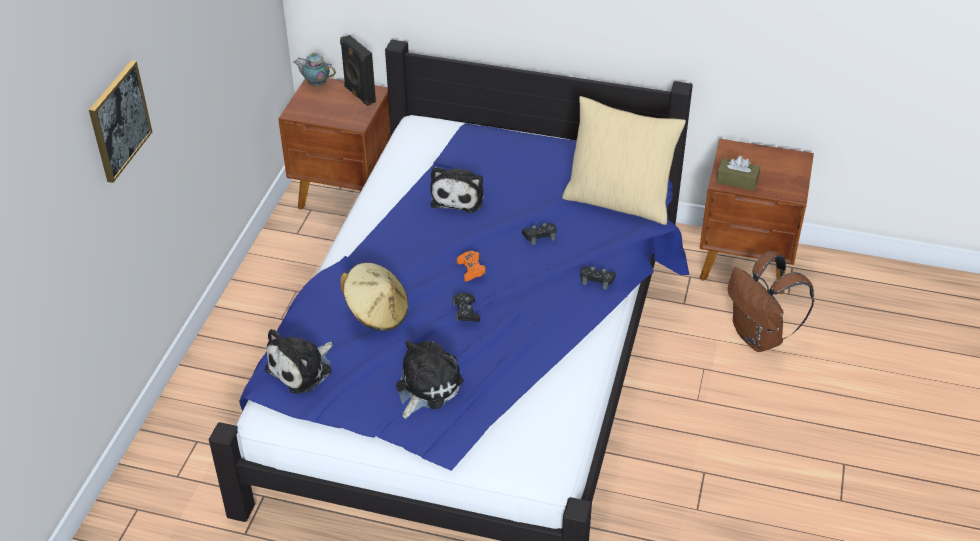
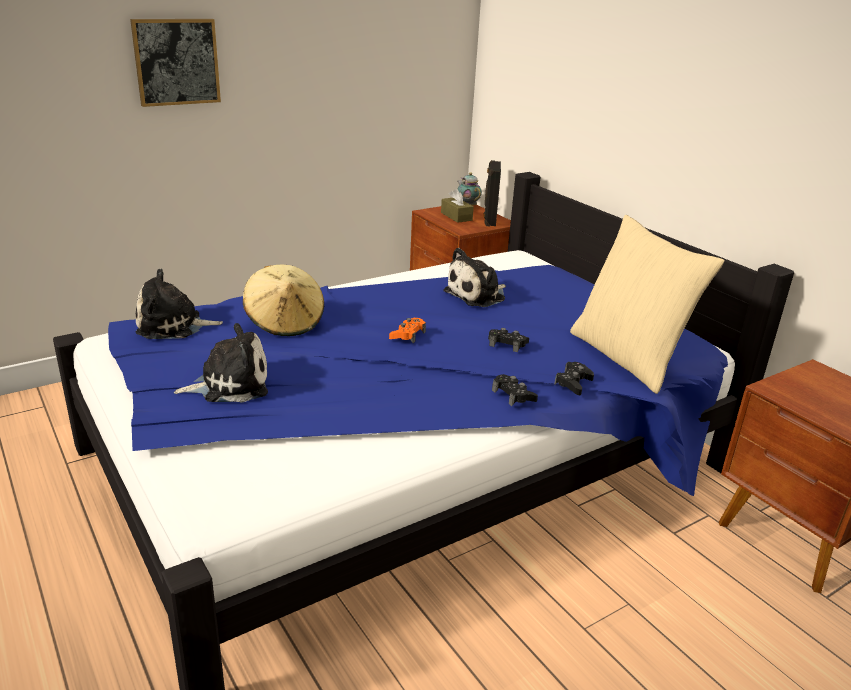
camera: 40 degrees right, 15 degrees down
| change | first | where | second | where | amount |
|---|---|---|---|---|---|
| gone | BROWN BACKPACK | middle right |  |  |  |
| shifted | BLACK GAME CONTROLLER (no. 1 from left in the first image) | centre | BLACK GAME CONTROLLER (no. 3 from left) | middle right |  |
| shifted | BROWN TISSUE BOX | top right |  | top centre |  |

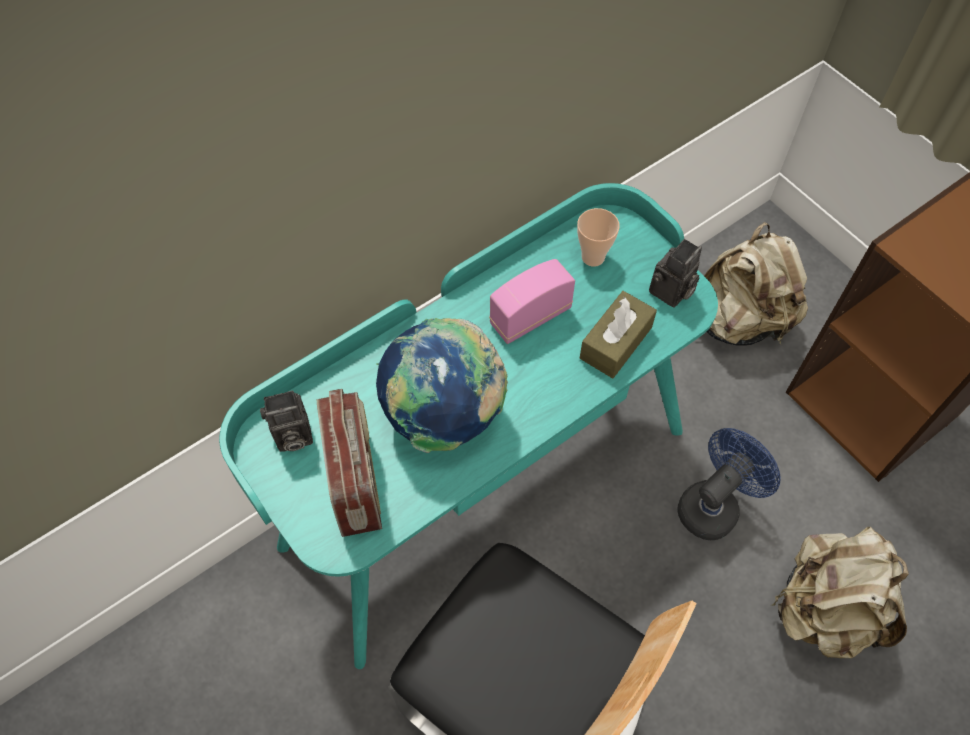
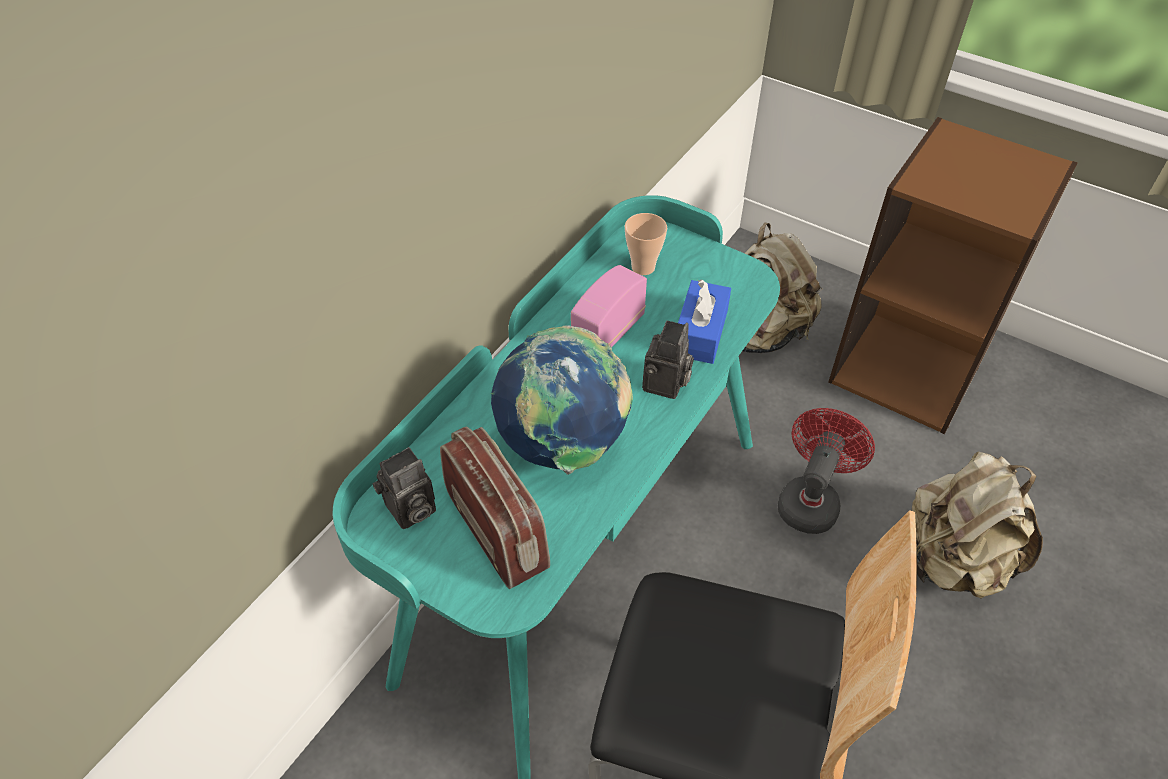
camera: 20 degrees left, 10 degrees down
| change | first | where | second | where | amount |
|---|---|---|---|---|---|
| shifted | PHOTO CAMERA (no. 2 from left) | middle right |  | centre |  |
| repainted | BROWN TISSUE BOX | centre | BLUE TISSUE BOX | centre |  |
| repainted | BLUE FAN | middle right | RED FAN | middle right |  |

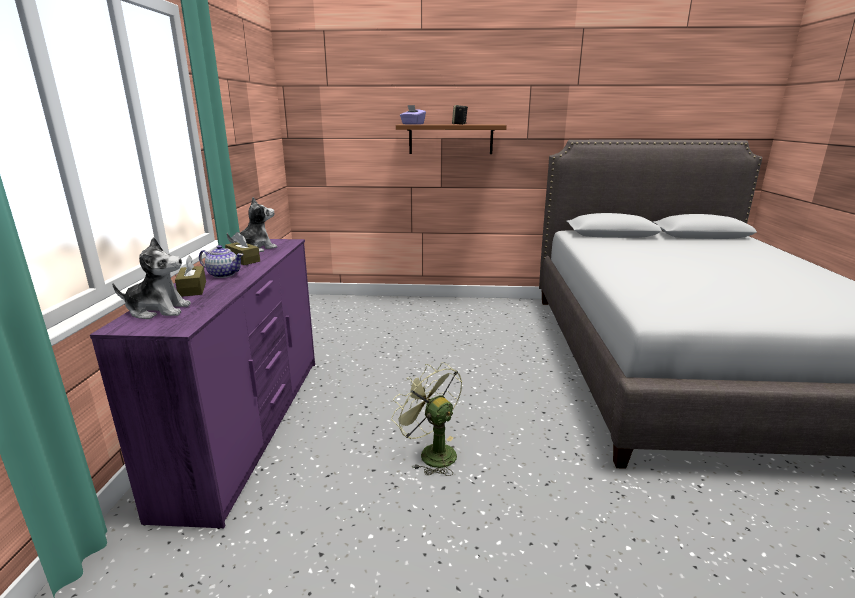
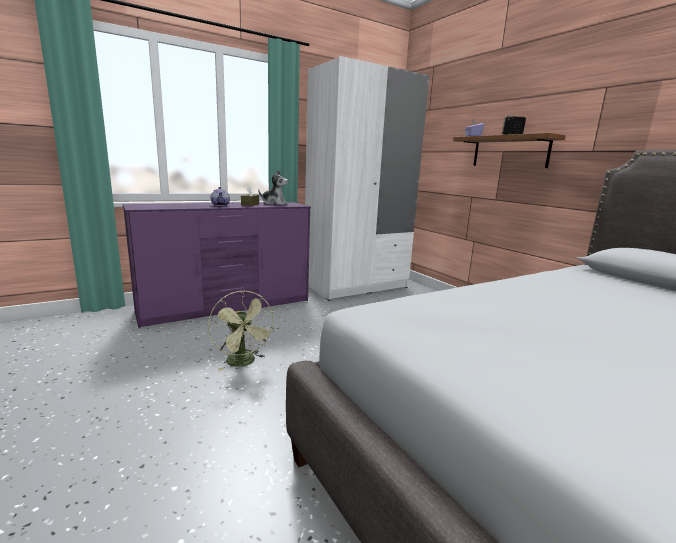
camera: 55 degrees right, 5 degrees down
| change | first | where | second | where | amount |
|---|---|---|---|---|---|
| gone | PLUSH TOY (no. 1 from left) | middle left |  |  |  |
| gone | BROWN TISSUE BOX (no. 1 from left) | middle left |  |  |  |
| new |  |  | WHITE WARDROBE | top centre |  |
| rotated | GREEN FAN | bottom centre |  | centre | 135 degrees clockwise |

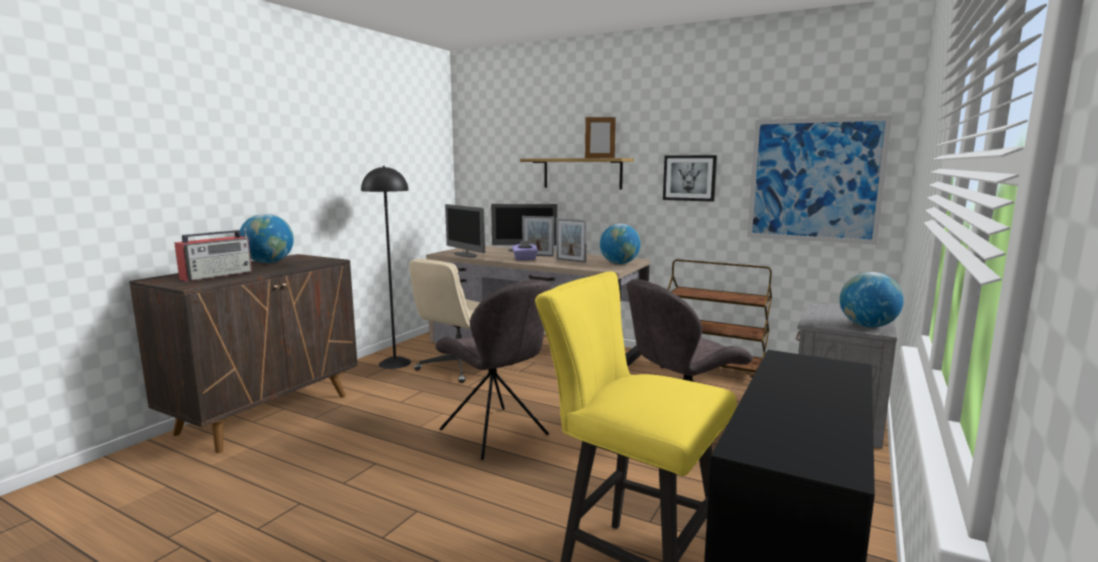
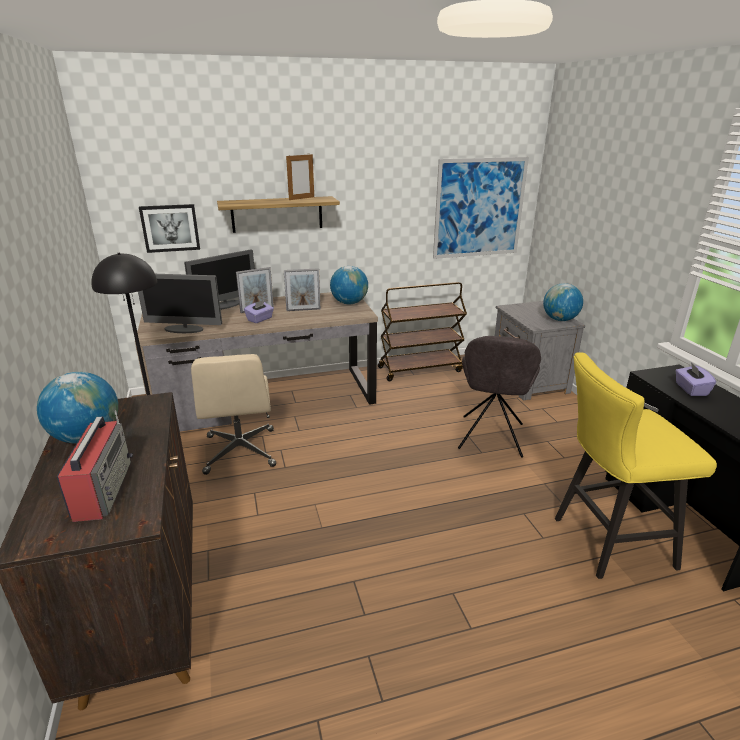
camera: 45 degrees left, 15 degrees up
| change | first | where | second | where | amount |
|---|---|---|---|---|---|
| gone | GREY CHAIR (no. 1 from left) | centre |  |  |  |
| new |  |  | PURPLE TISSUE BOX (no. 2 from left) | middle right |  |
| shifted | PICTURE (no. 1 from left) | top centre |  | top left |  |

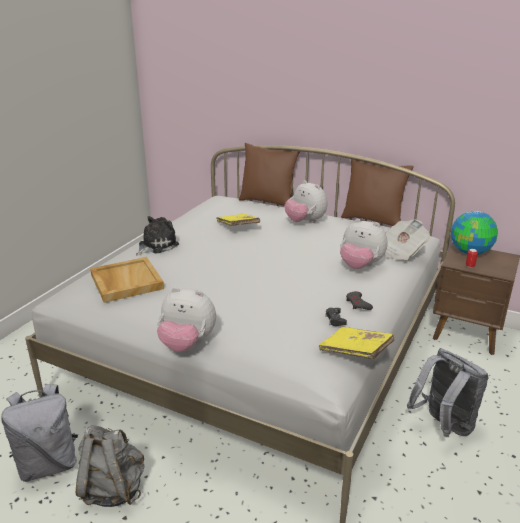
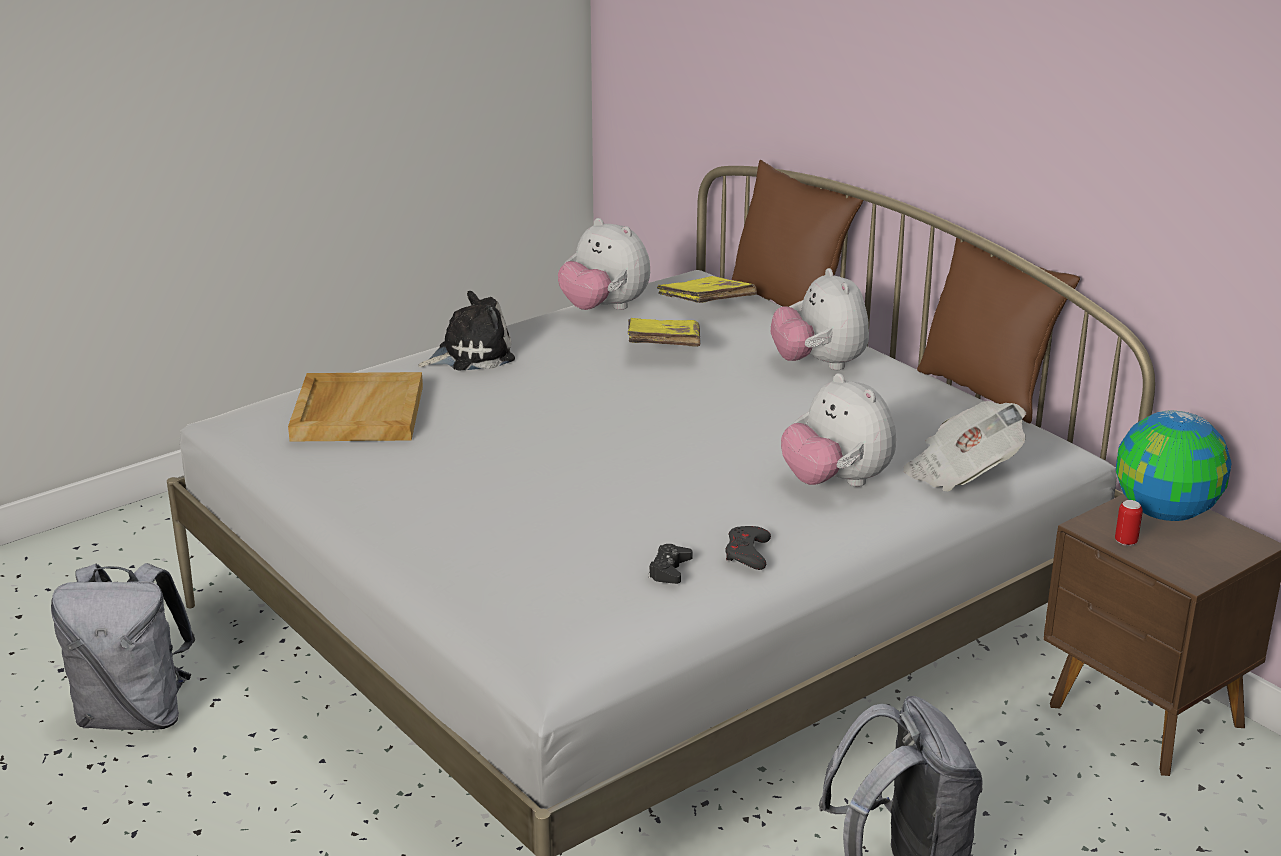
camera: 25 degrees right, 0 degrees up
| change | first | where | second | where | amount |
|---|---|---|---|---|---|
| gone | GREY BACKPACK (no. 2 from left) | bottom left |  |  |  |
| shifted | PLUSH TOY (no. 2 from left) | centre |  | top centre |  |
| shifted | YELLOW BOOK (no. 2 from left) | middle right |  | centre |  |

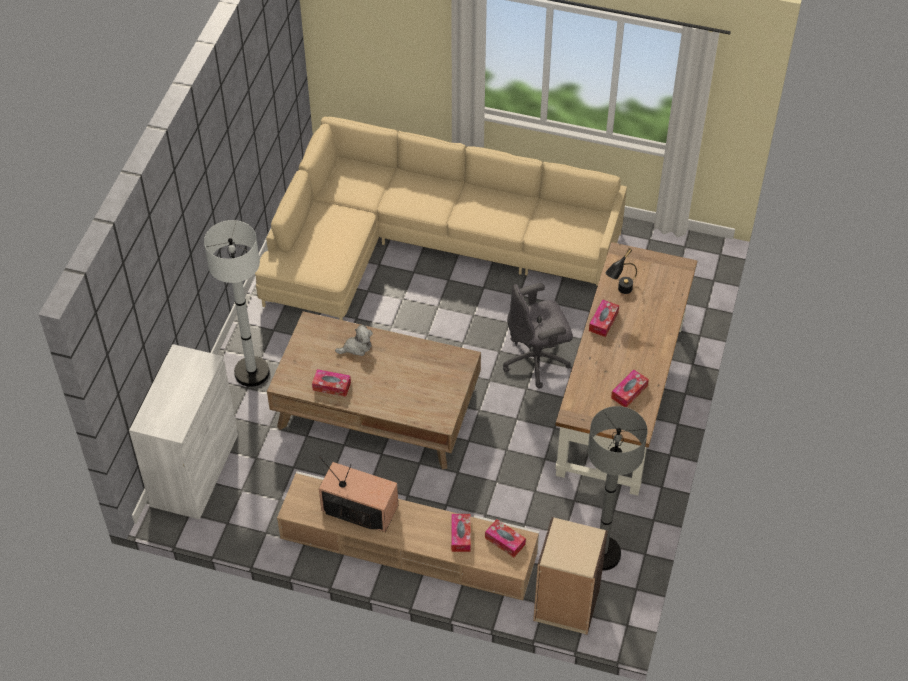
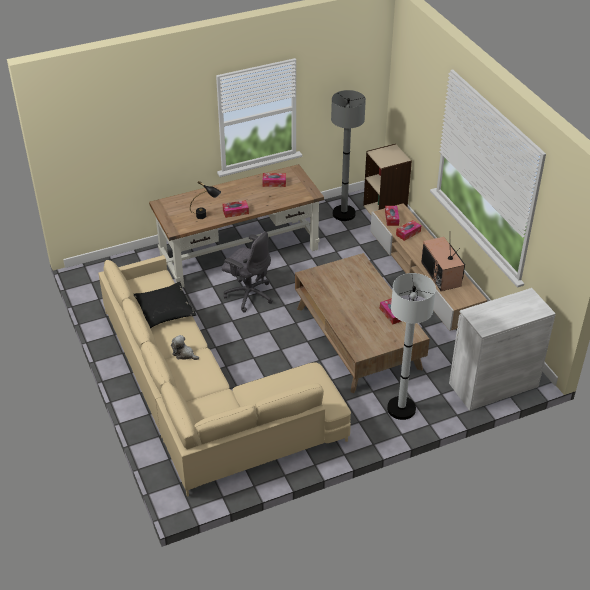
camera: 130 degrees left, 10 degrees down
| change | first | where | second | where | amount |
|---|---|---|---|---|---|
| new |  |  | BLACK PILLOW | middle left |  |
| shifted | PLUSH TOY | centre |  | middle left |  |

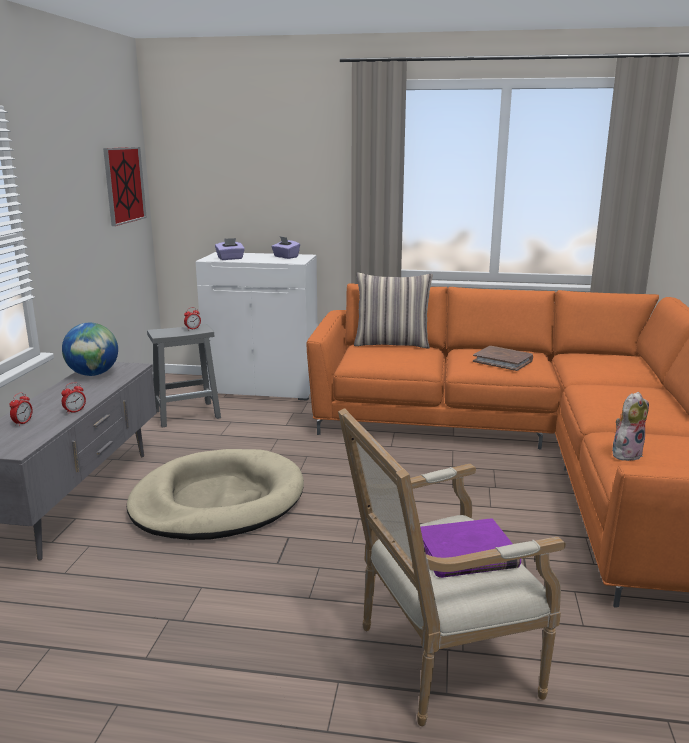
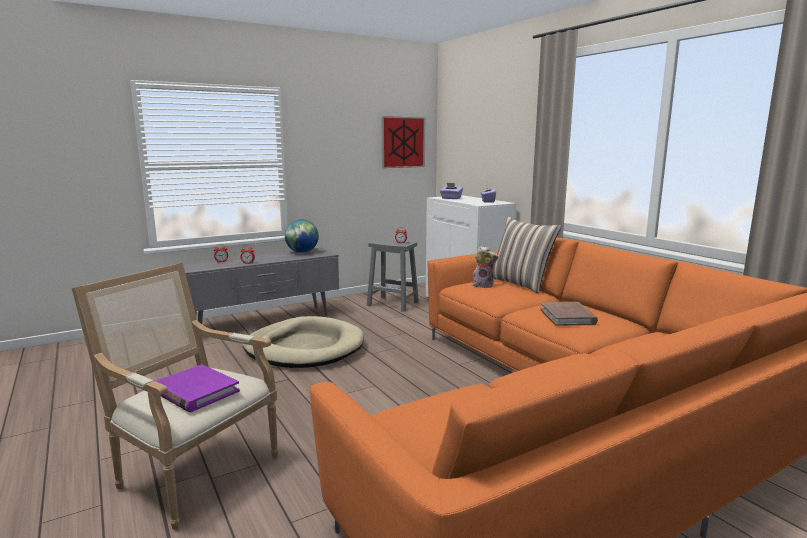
camera: 50 degrees right, 5 degrees down
| change | first | where | second | where | amount |
|---|---|---|---|---|---|
| shifted | PLUSH TOY | middle right |  | centre |  |

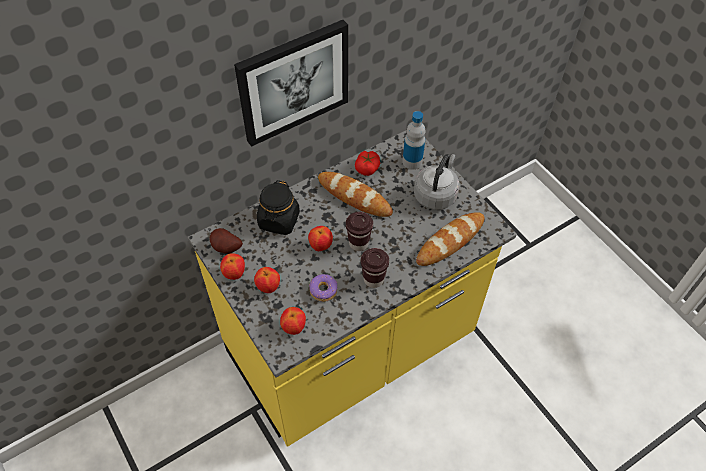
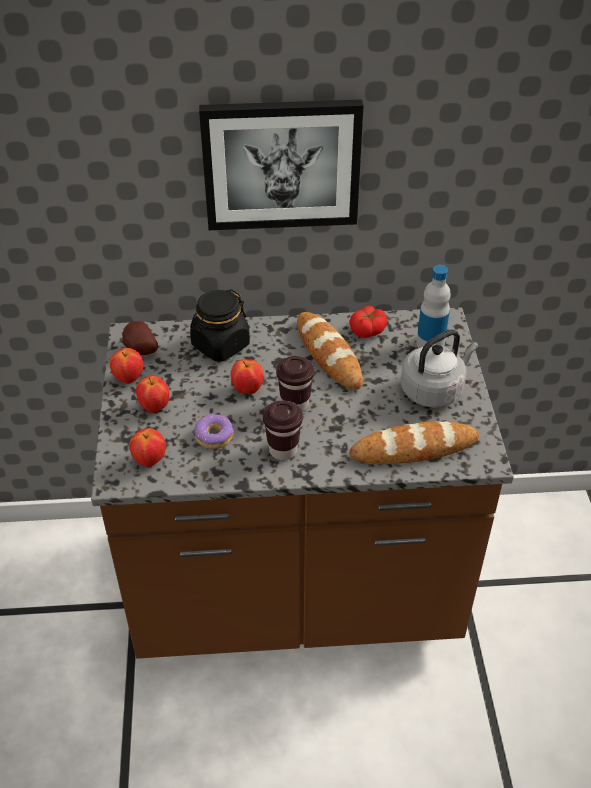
camera: 30 degrees right, 10 degrees down
| change | first | where | second | where | amount |
|---|---|---|---|---|---|
| repainted | YELLOW COUNTER | centre | BROWN COUNTER | centre |  |

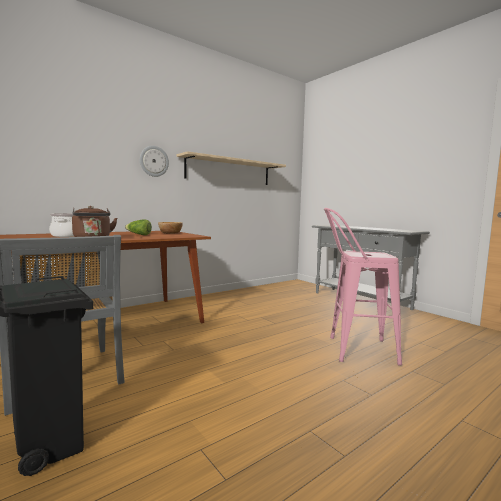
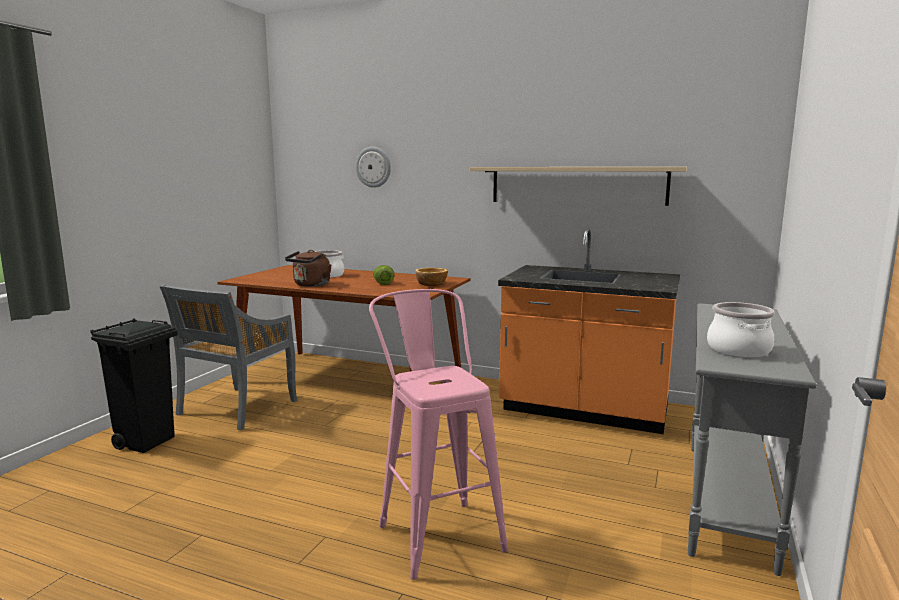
camera: 60 degrees right, 5 degrees up
| change | first | where | second | where | amount |
|---|---|---|---|---|---|
| new |  |  | ORANGE COUNTER | centre |  |
| new |  |  | COOKING POT (no. 2 from left) | middle right |  |
| shifted | WALL CLOCK | top left |  | top centre |  |

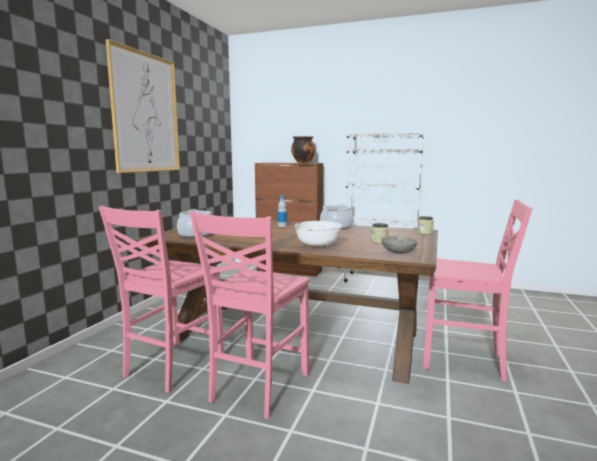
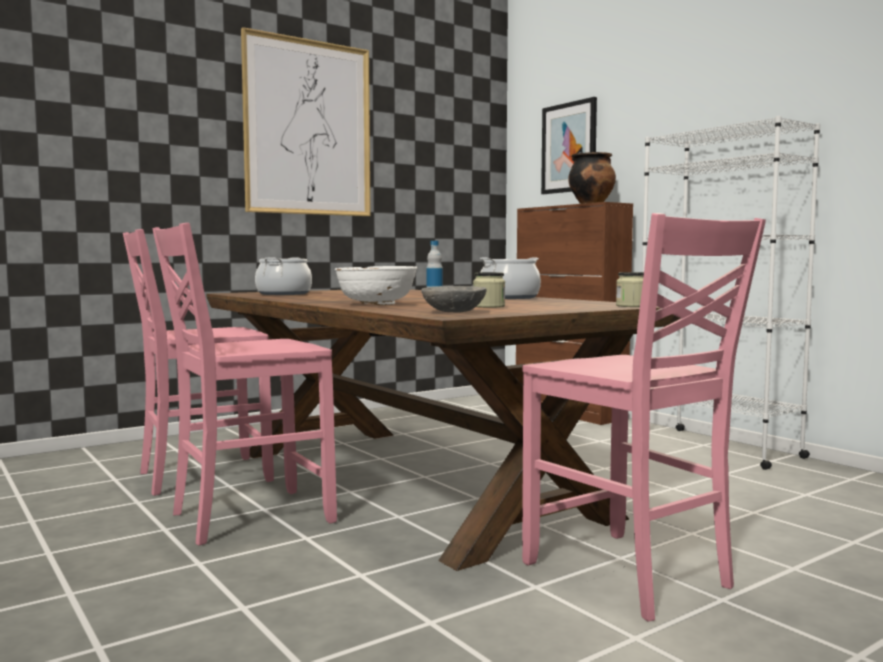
camera: 35 degrees right, 5 degrees down
| change | first | where | second | where | amount |
|---|---|---|---|---|---|
| new |  |  | PICTURE (no. 2 from left) | top centre |  |

